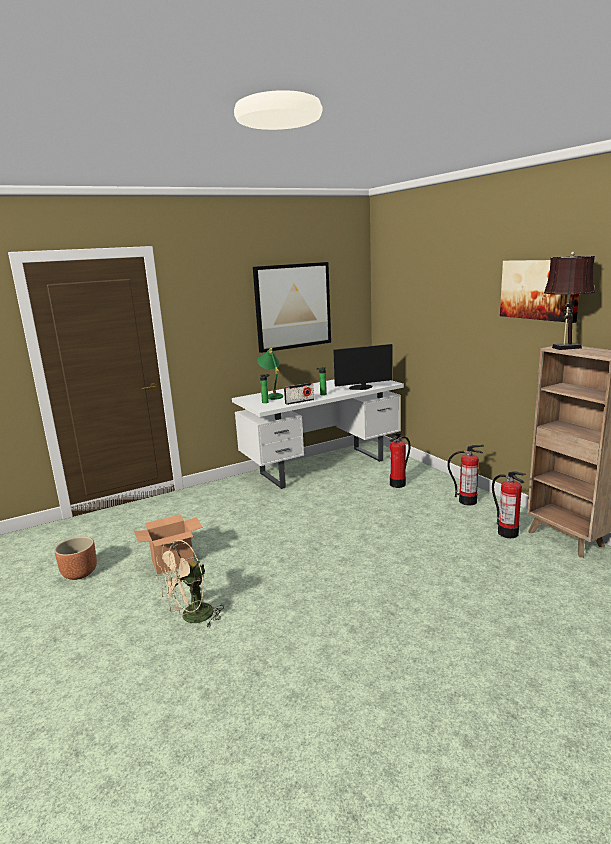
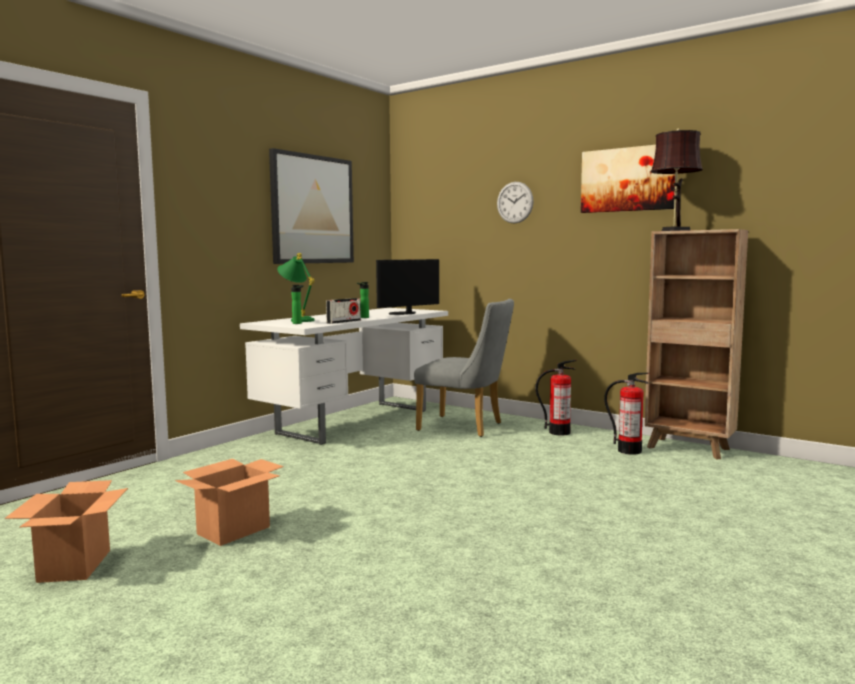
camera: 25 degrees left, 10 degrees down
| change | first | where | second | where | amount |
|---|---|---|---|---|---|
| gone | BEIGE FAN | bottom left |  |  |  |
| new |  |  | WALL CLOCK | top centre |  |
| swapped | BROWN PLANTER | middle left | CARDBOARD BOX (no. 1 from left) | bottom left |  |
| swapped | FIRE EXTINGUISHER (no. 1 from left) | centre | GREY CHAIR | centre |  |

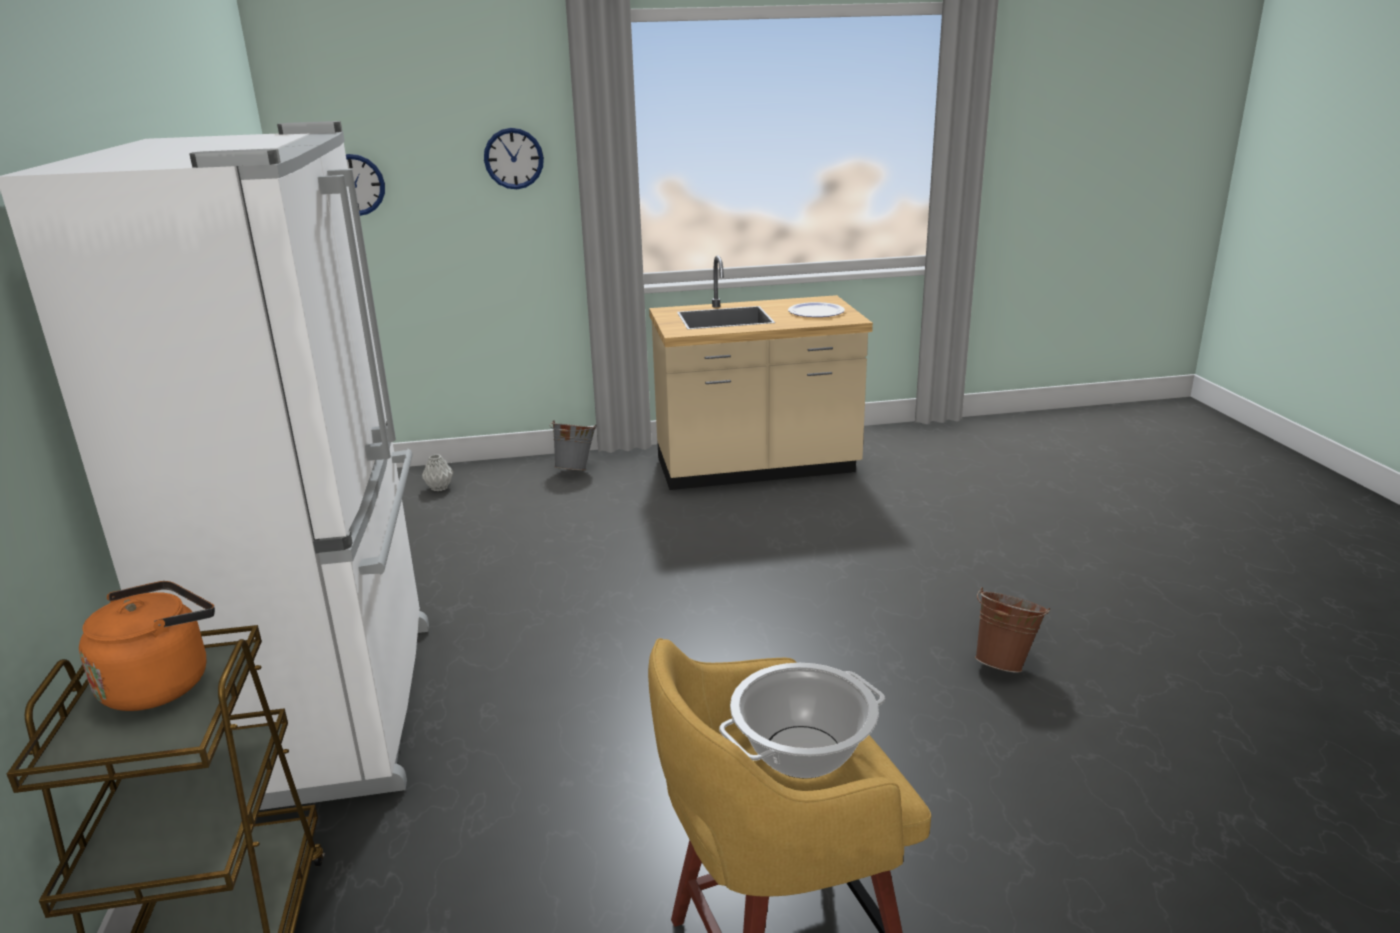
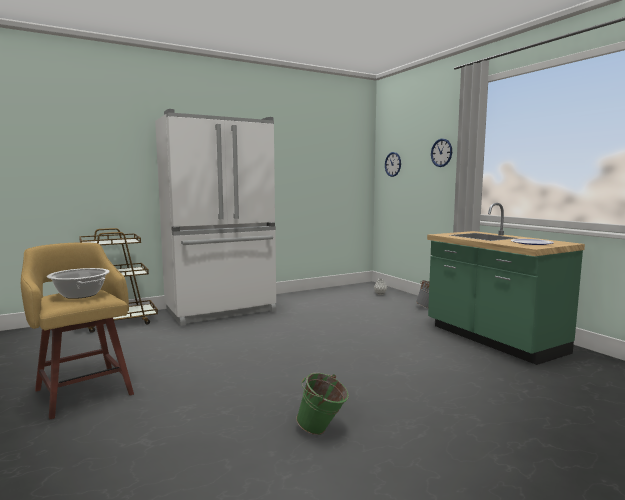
camera: 70 degrees right, 15 degrees down
| change | first | where | second | where | amount |
|---|---|---|---|---|---|
| gone | ORANGE KETTLE | bottom left |  |  |  |
| repainted | BEIGE COUNTER | centre | GREEN COUNTER | middle right |  |
| repainted | BROWN BUCKET | bottom right | GREEN BUCKET | bottom centre |  |

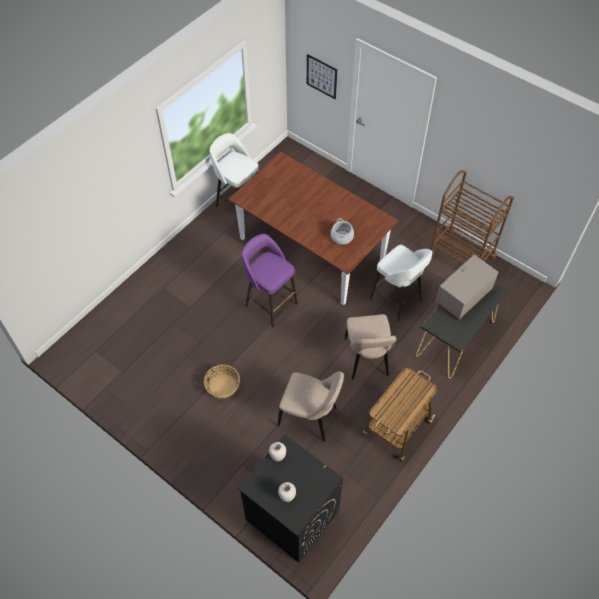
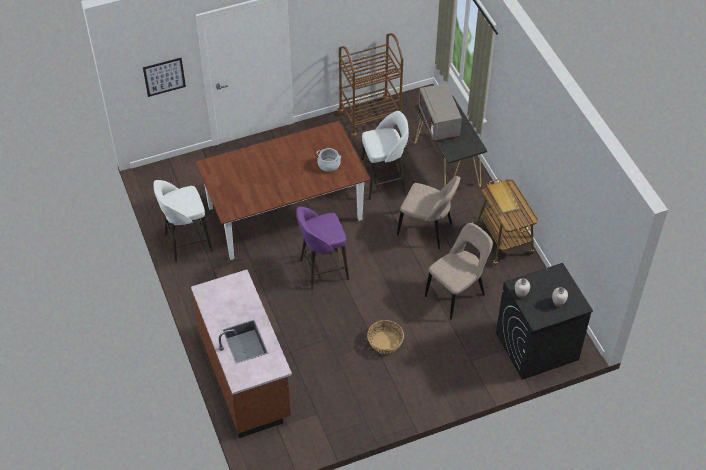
camera: 60 degrees left, 5 degrees down
| change | first | where | second | where | amount |
|---|---|---|---|---|---|
| new |  |  | BROWN COUNTER | bottom centre |  |
| new |  |  | BEIGE TRAY | middle right |  |

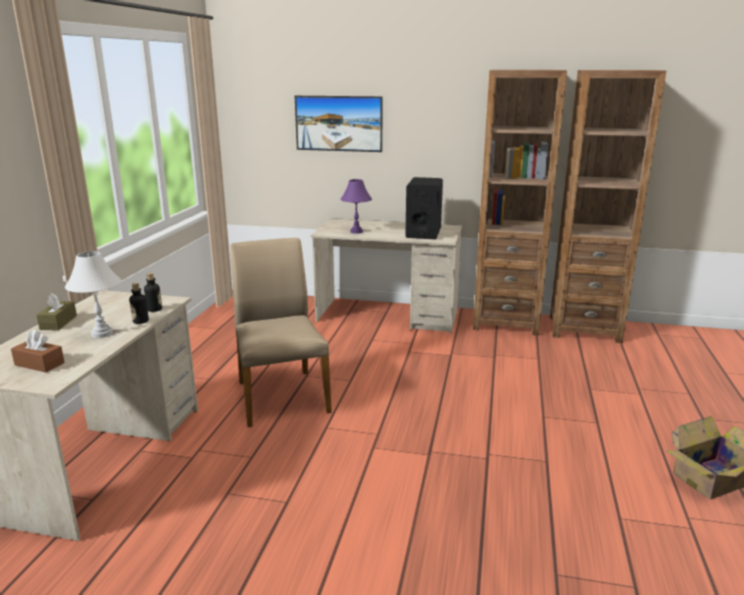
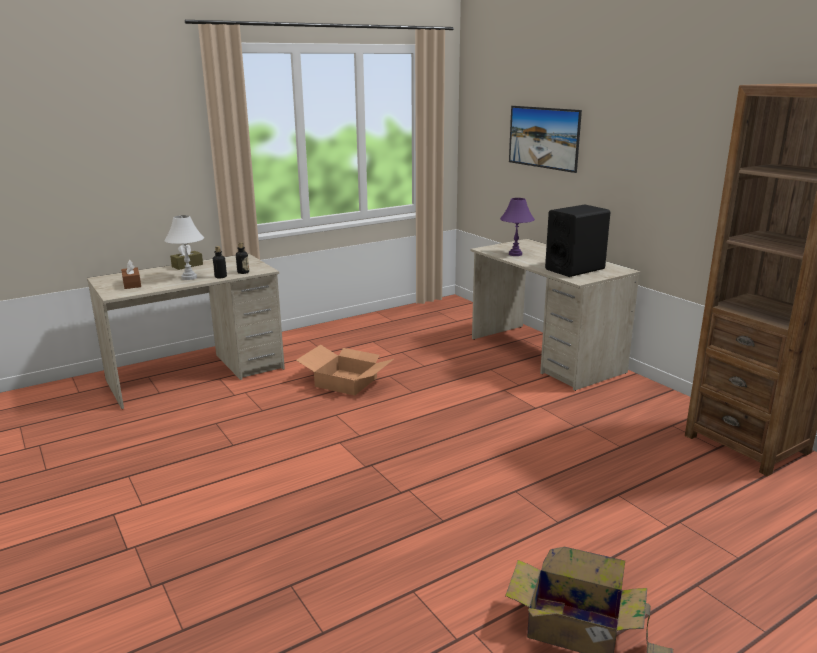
camera: 45 degrees right, 0 degrees up
| change | first | where | second | where | amount |
|---|---|---|---|---|---|
| gone | BROWN BOOKCASE (no. 1 from left) | middle right |  |  |  |
| swapped | BEIGE CHAIR | centre | CARDBOARD BOX (no. 1 from left) | centre |  |

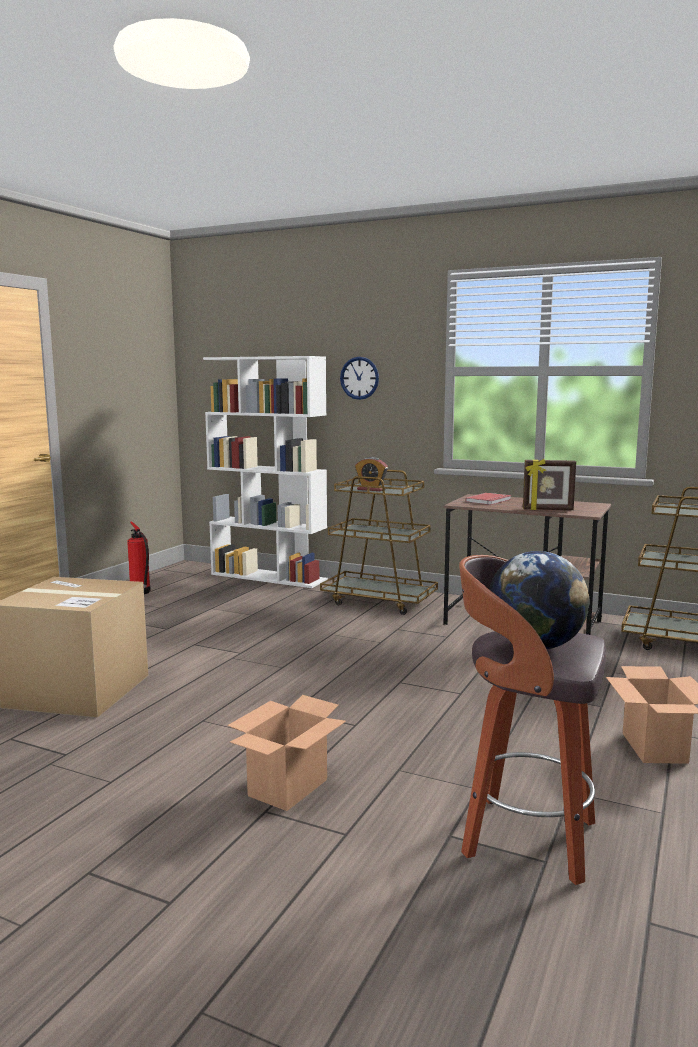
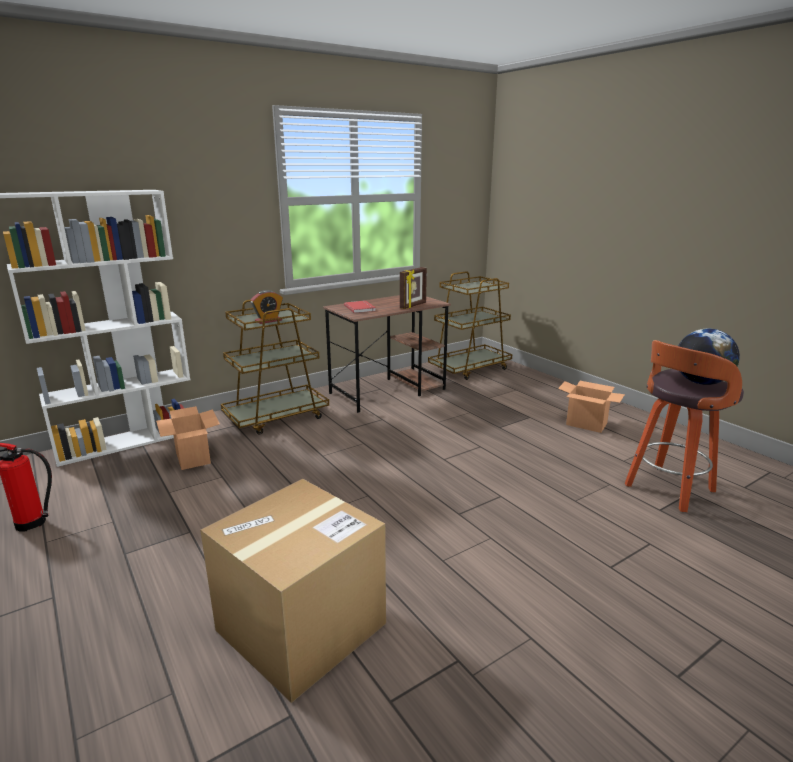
camera: 60 degrees left, 10 degrees up
| change | first | where | second | where | amount |
|---|---|---|---|---|---|
| gone | WALL CLOCK | centre |  |  |  |
| shifted | CARDBOARD BOX (no. 2 from left in the first image) | bottom centre | CARDBOARD BOX (no. 1 from left) | middle left |  |

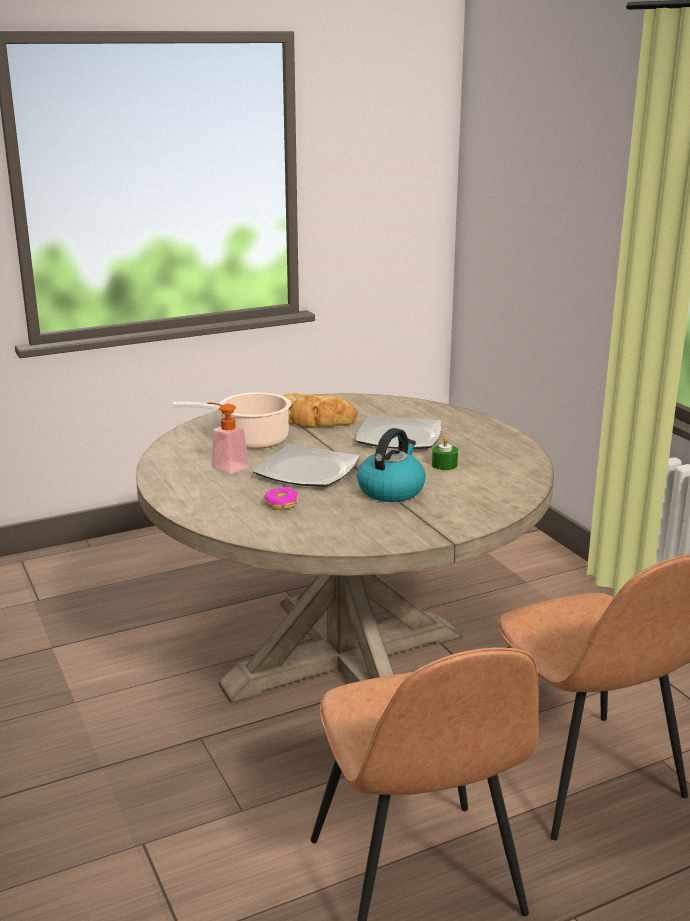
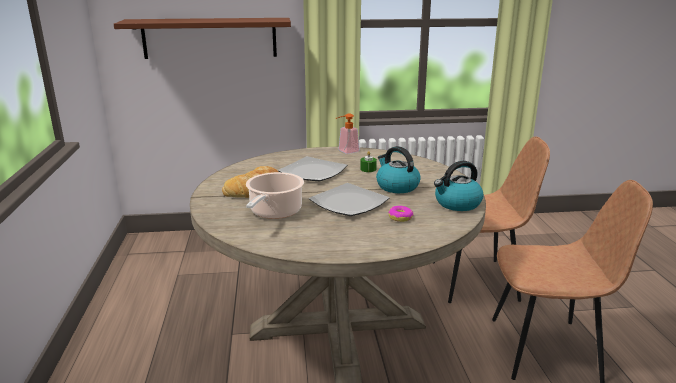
camera: 70 degrees left, 0 degrees up
| change | first | where | second | where | amount |
|---|---|---|---|---|---|
| new |  |  | BROWN SHELF | top left |  |
| new |  |  | KETTLE (no. 2 from left) | middle right |  |
| shifted | SOAP DISPENSER | middle left |  | centre |  |

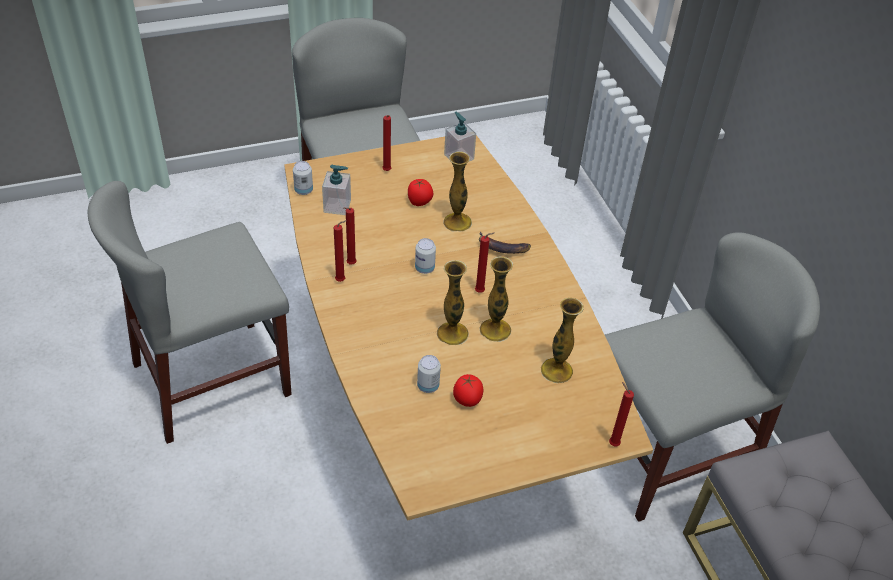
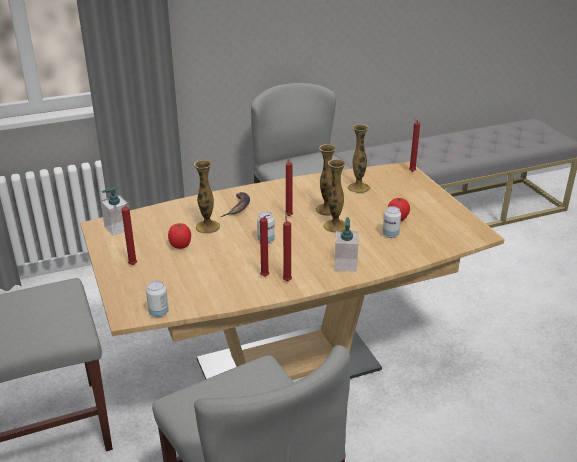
camera: 90 degrees left, 15 degrees down
| change | first | where | second | where | amount |
|---|---|---|---|---|---|
| shifted | SOAP DISPENSER (no. 1 from left in the first image) | top centre | SOAP DISPENSER (no. 2 from left) | centre |  |

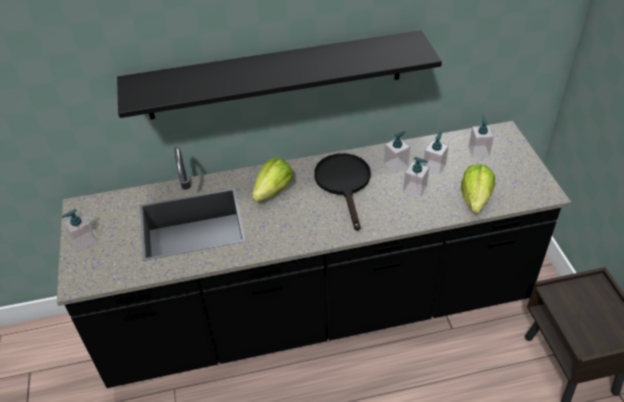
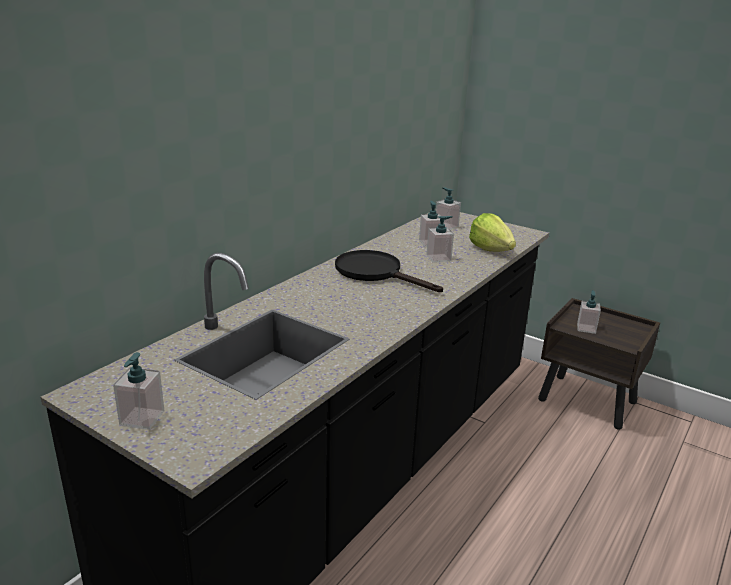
camera: 45 degrees left, 20 degrees down
| change | first | where | second | where | amount |
|---|---|---|---|---|---|
| gone | BLACK SHELF | top centre |  |  |  |
| gone | LETTUCE (no. 1 from left) | centre |  |  |  |
| shifted | SOAP DISPENSER (no. 2 from left in the first image) | centre | SOAP DISPENSER (no. 5 from left) | middle right |  |

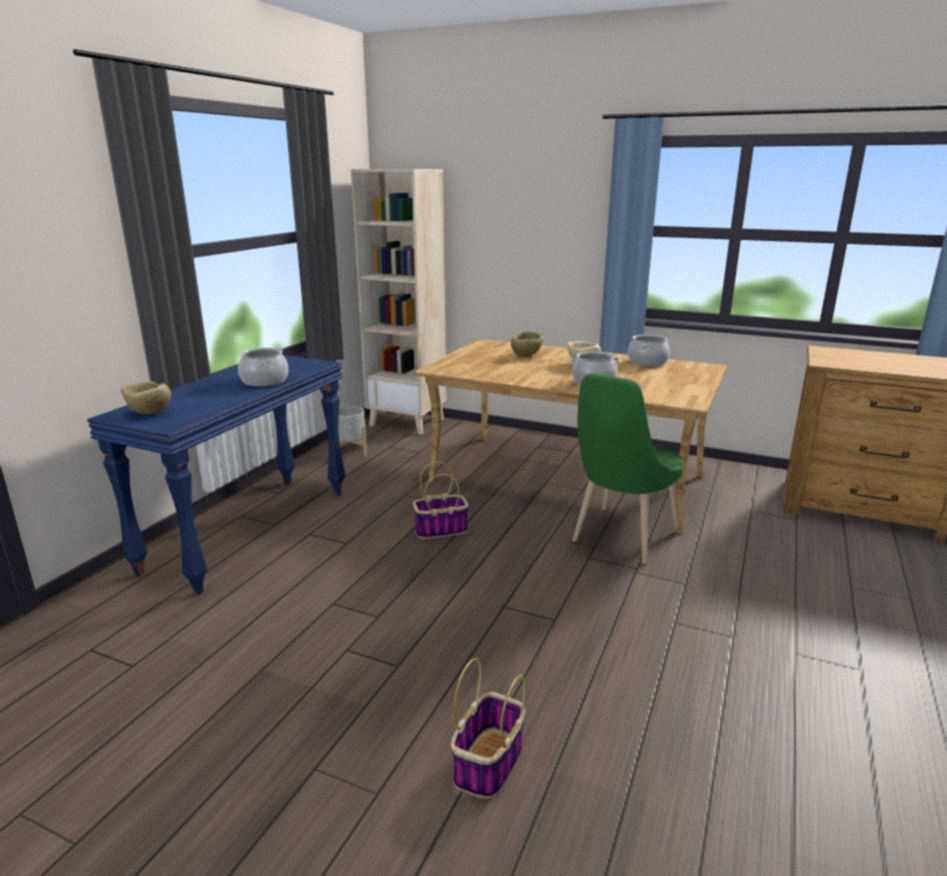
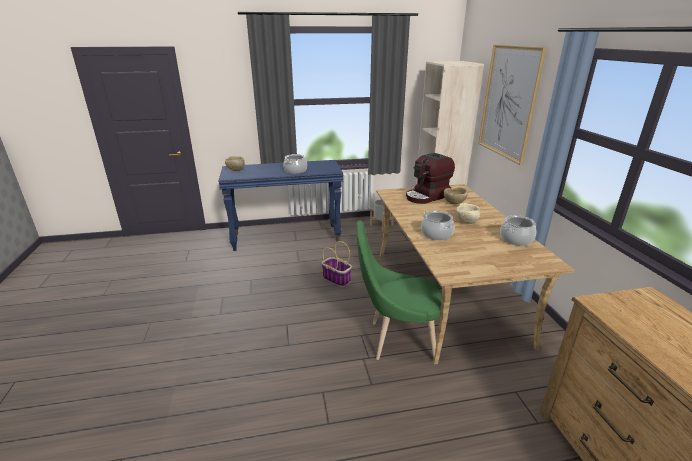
camera: 55 degrees right, 5 degrees up
| change | first | where | second | where | amount |
|---|---|---|---|---|---|
| gone | BASKET (no. 2 from left) | bottom centre |  |  |  |
| new |  |  | COFFEE MACHINE | centre |  |
| new |  |  | PICTURE | top right |  |

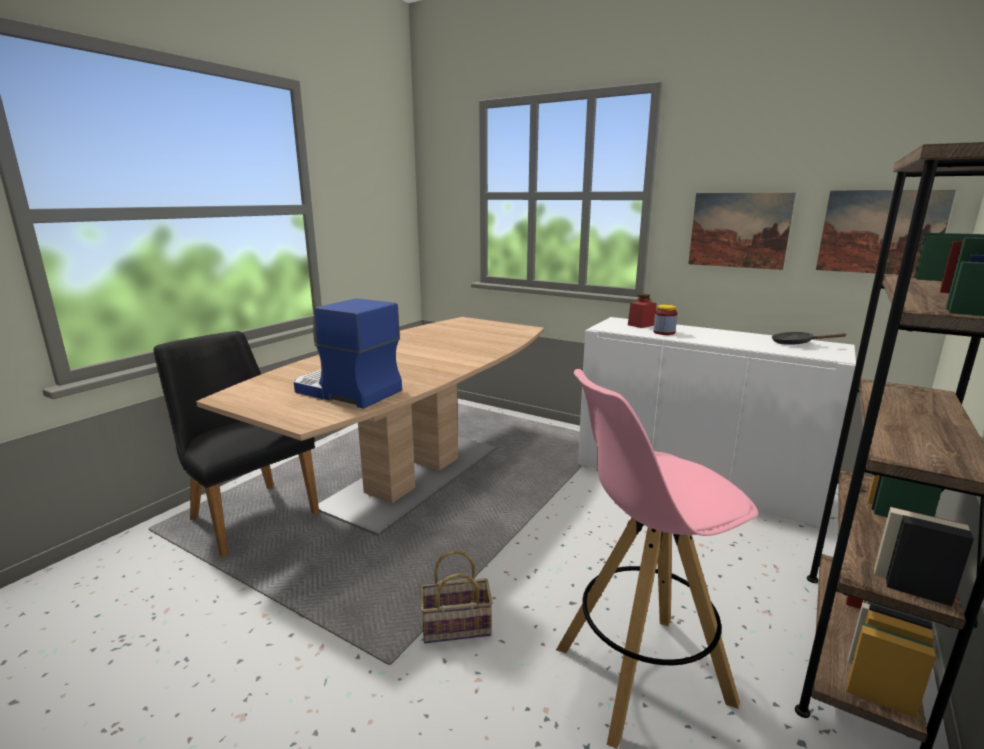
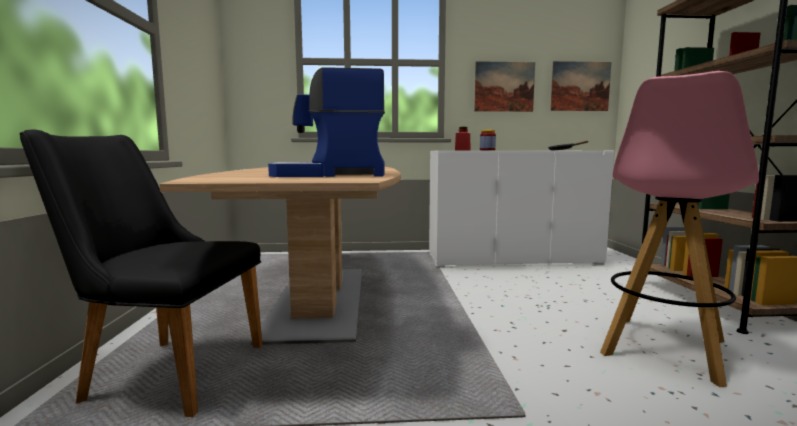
camera: 35 degrees left, 10 degrees down
| change | first | where | second | where | amount |
|---|---|---|---|---|---|
| gone | BASKET | bottom centre |  |  |  |

